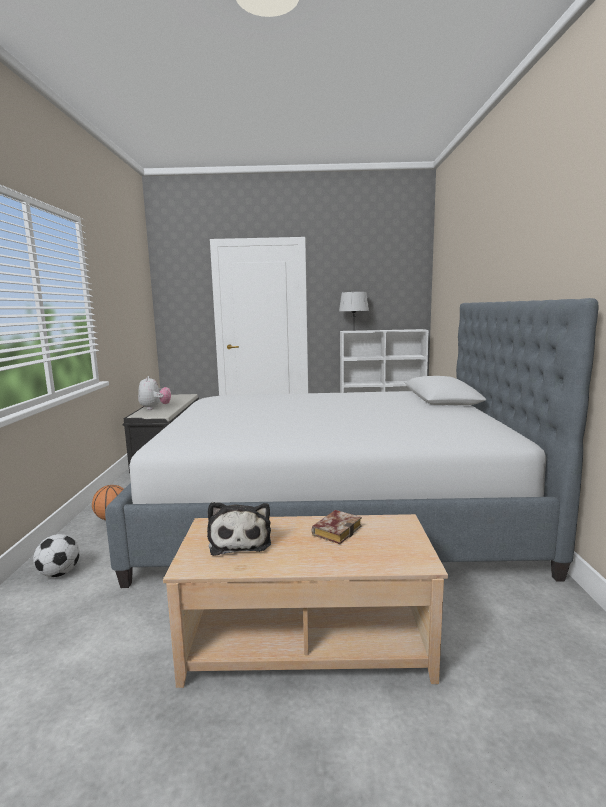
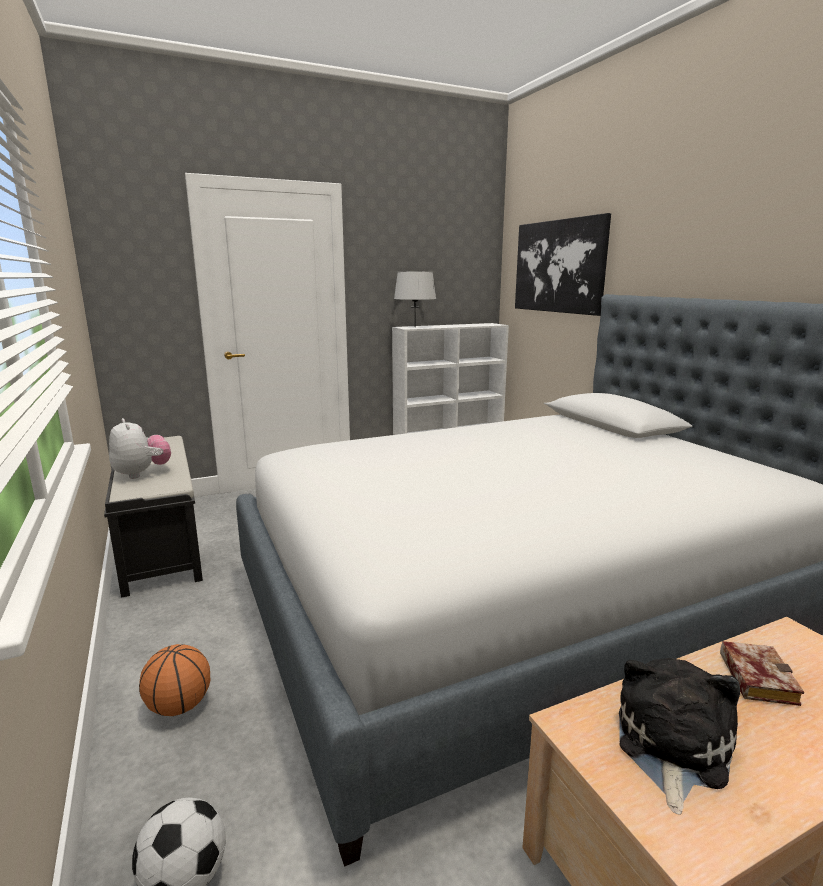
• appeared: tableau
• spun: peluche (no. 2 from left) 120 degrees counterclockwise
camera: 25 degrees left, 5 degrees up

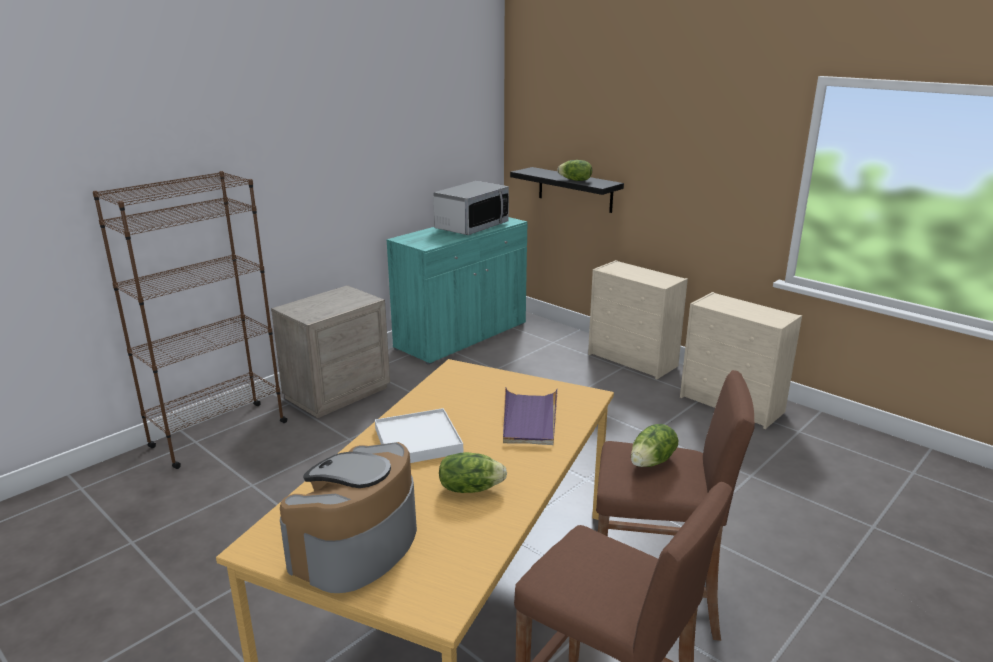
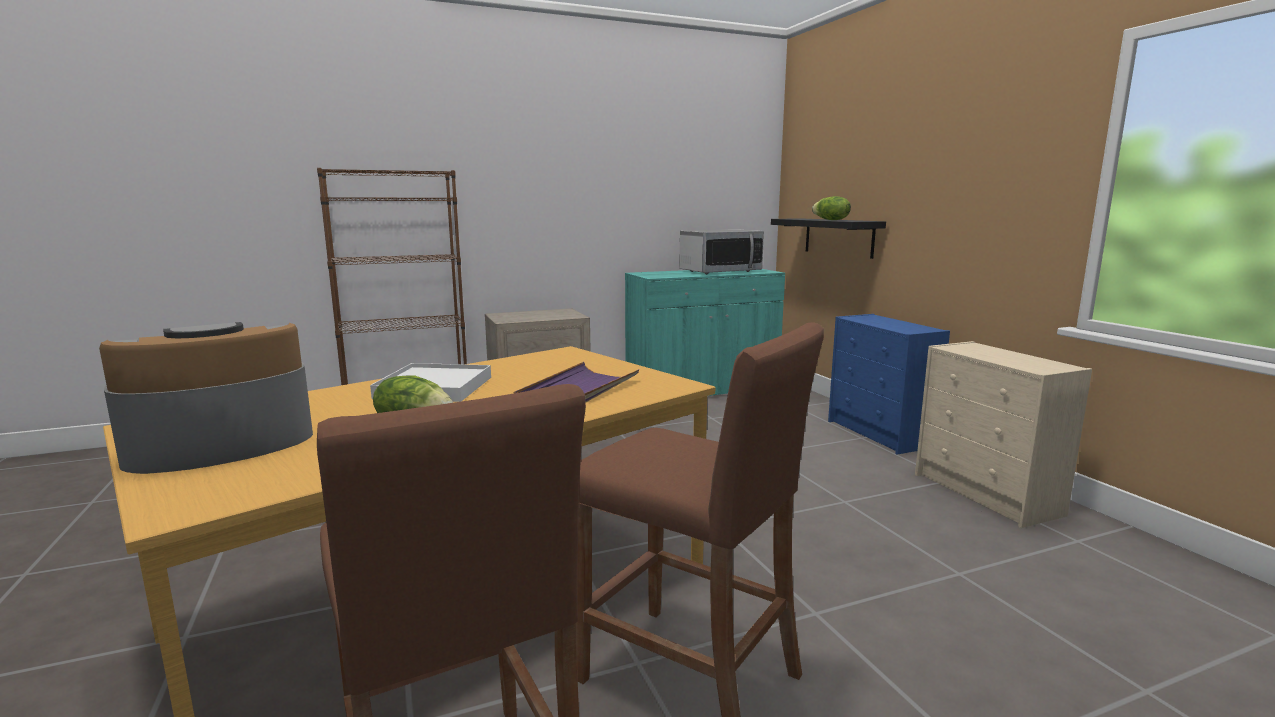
• colour: commode/beige (no. 1 from left) to commode/bleu
• missing: laitue (no. 3 from left)
camera: 25 degrees right, 10 degrees down

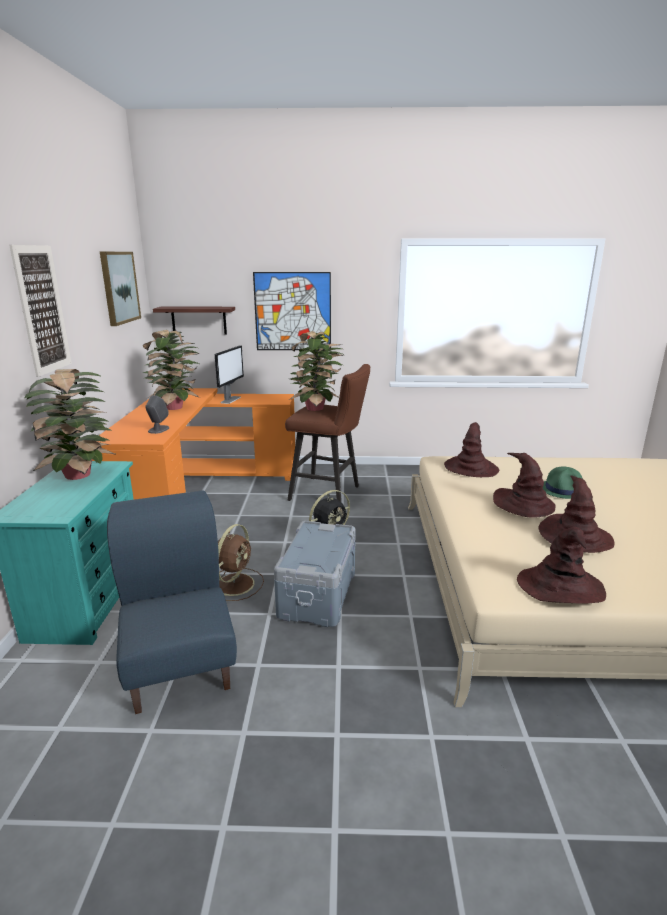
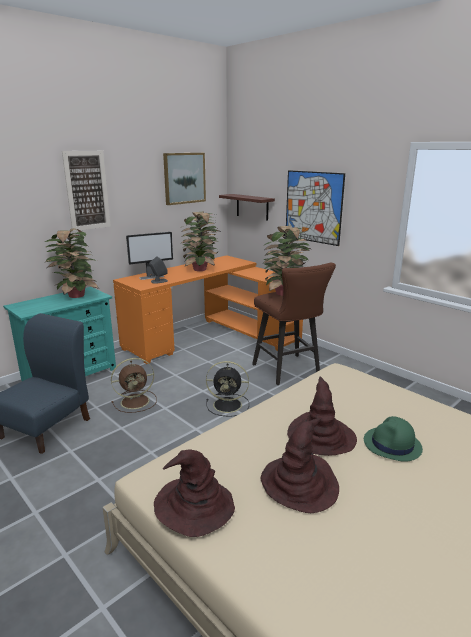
• relocated: écran d'ordinateur
• missing: boîte de rangement/gris
• missing: chapeau/marron (no. 1 from left)
camera: 45 degrees right, 0 degrees up

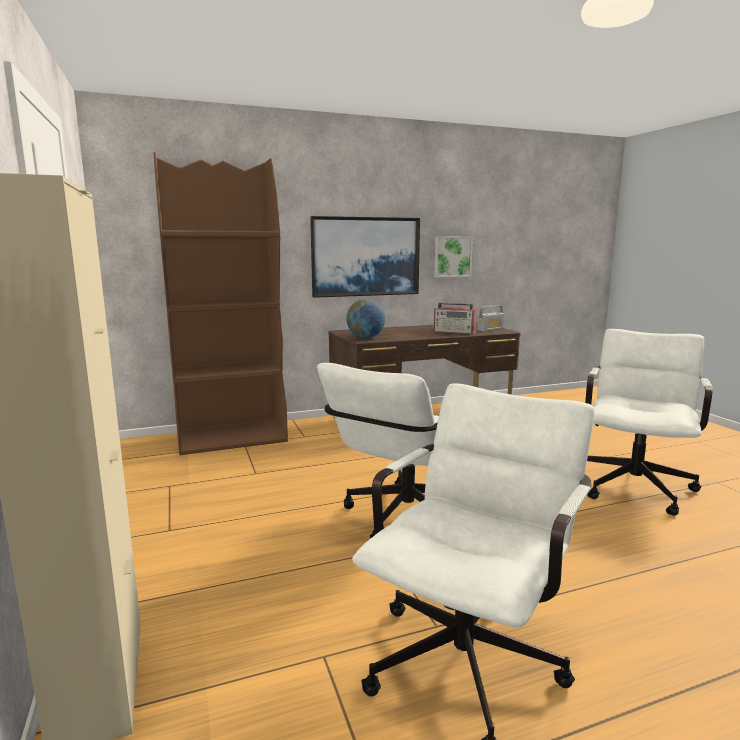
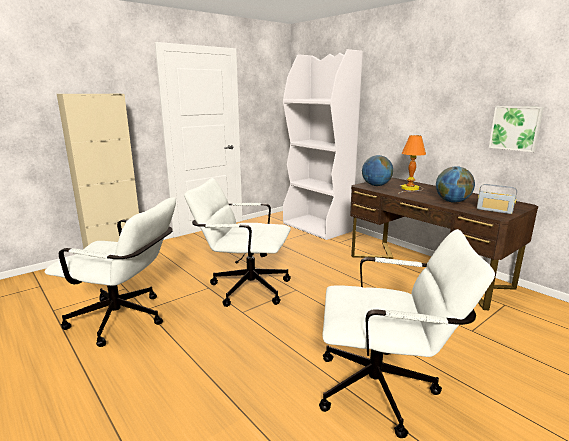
• colour: bibliothèque/marron to bibliothèque/blanc
• appeared: lampe de table
• exchanged: radio (no. 1 from left) to globe (no. 2 from left)
• missing: tableau (no. 1 from left)
camera: 70 degrees right, 5 degrees up

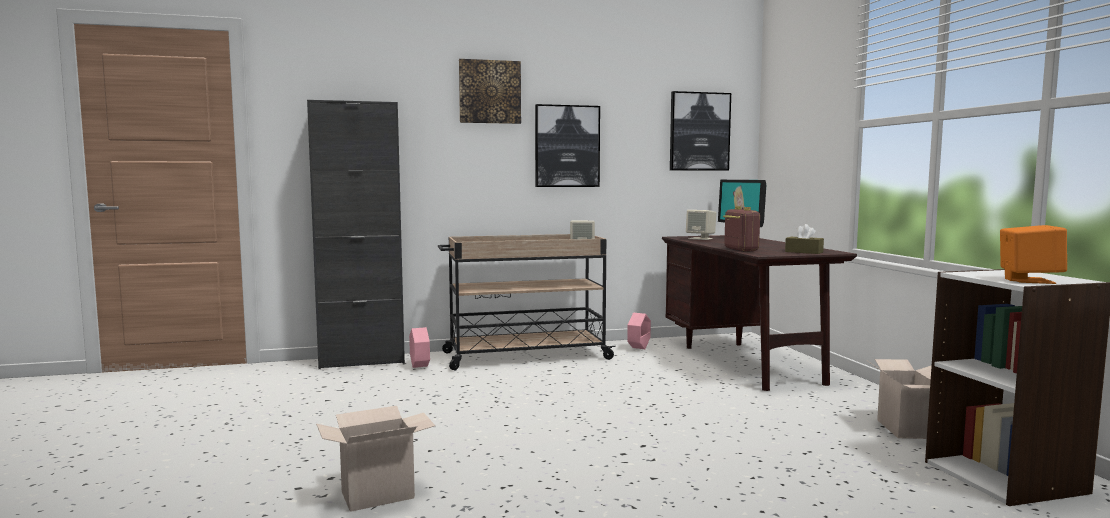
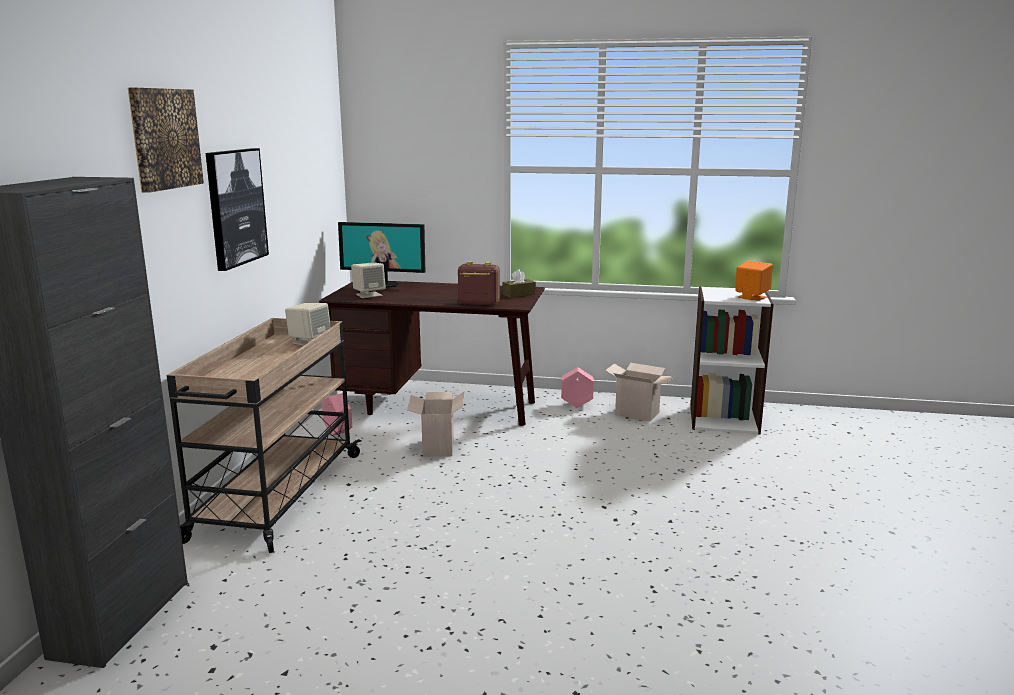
• relocated: carton (no. 1 from left)
• relocated: cache-pot/rose (no. 1 from left in the first image) to cache-pot/rose (no. 2 from left)
• missing: tableau (no. 3 from left)
camera: 65 degrees left, 10 degrees up

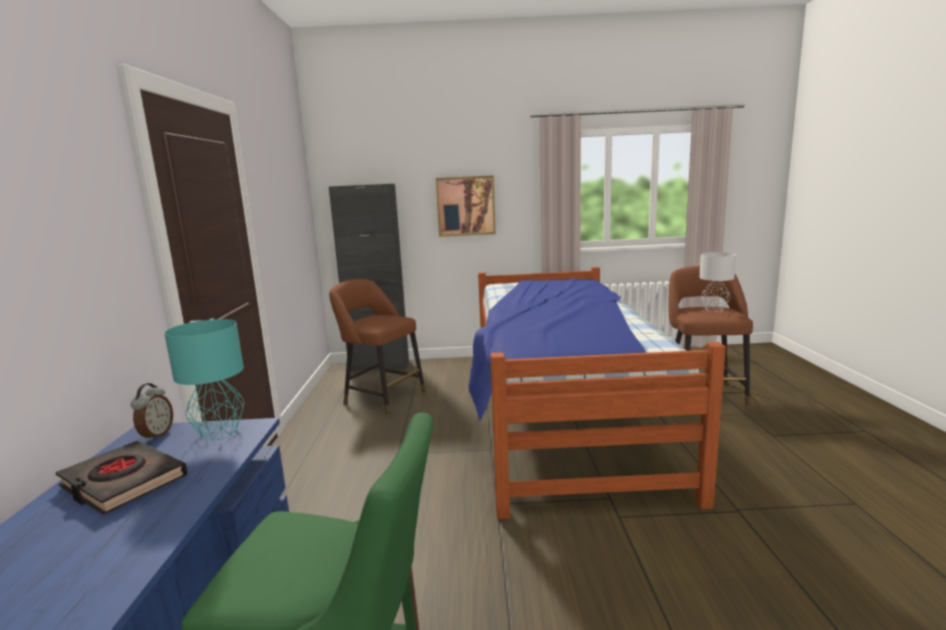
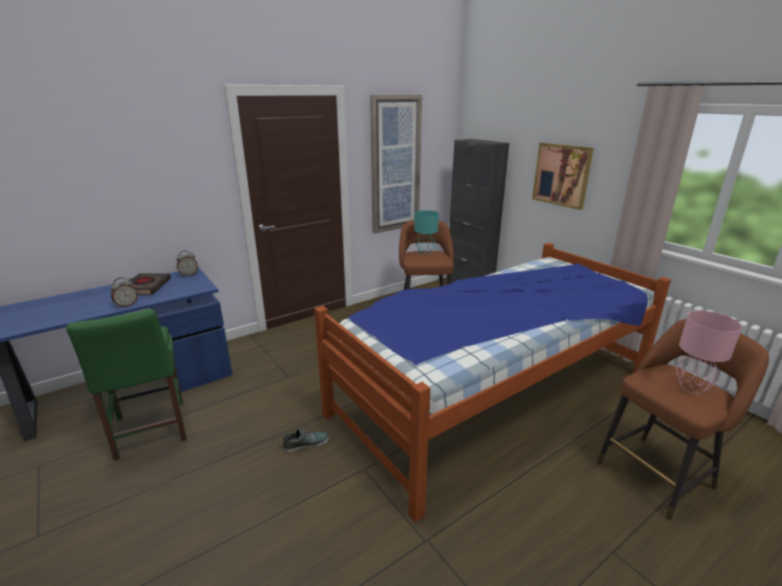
• appeared: réveil (no. 1 from left)
• appeared: chaussure
• appeared: tableau (no. 1 from left)
• relocated: lampe de table/turquoise
• colour: lampe de table/gris to lampe de table/rose
camera: 55 degrees right, 10 degrees up

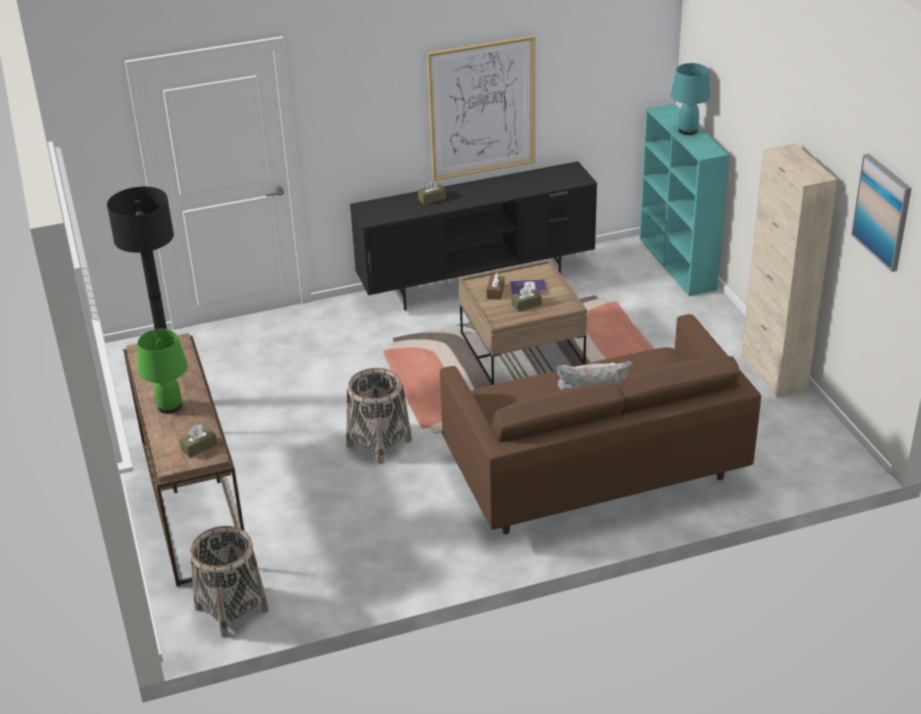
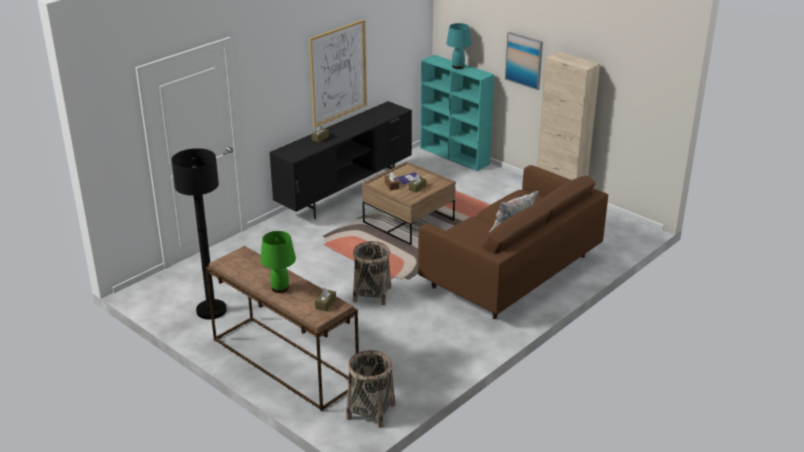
• relocated: tableau (no. 2 from left)
camera: 30 degrees left, 5 degrees down

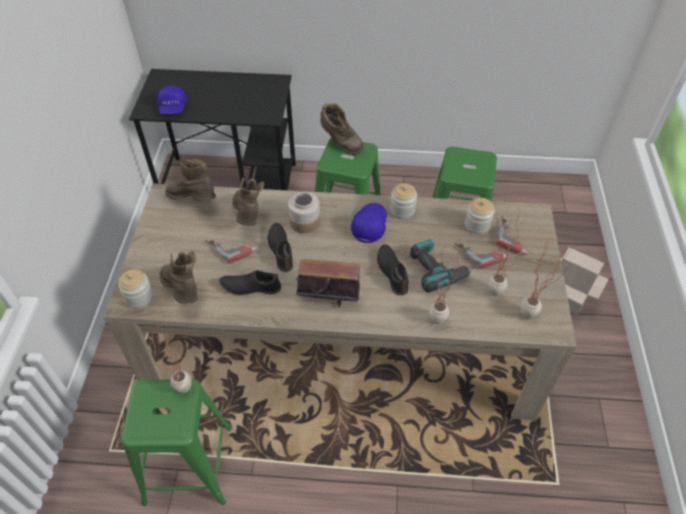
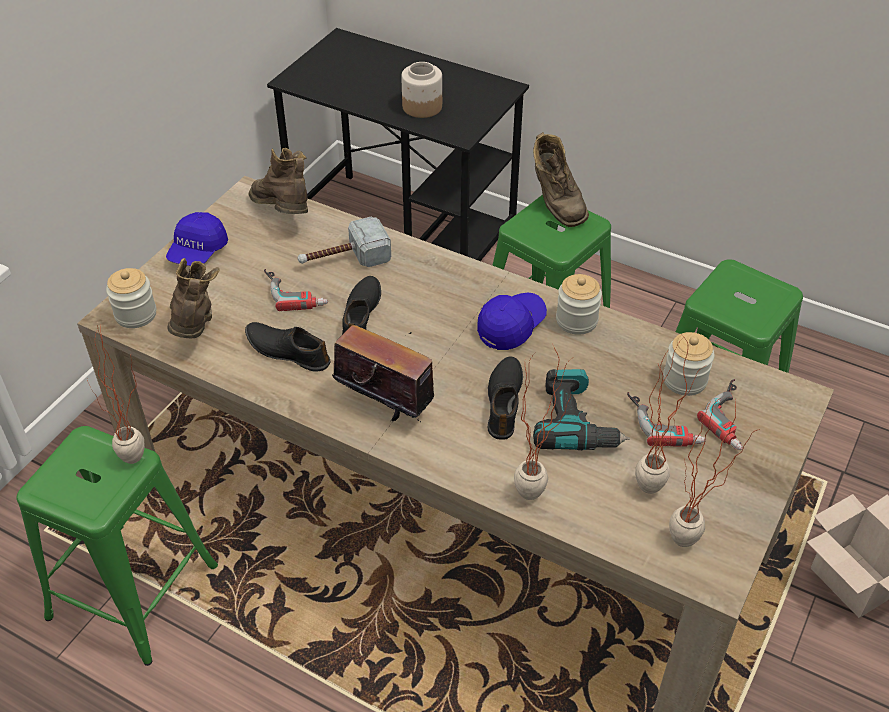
• relocated: casquette/bleu (no. 1 from left)
• exchanged: botte/marron (no. 3 from left) to marteau
• relocated: bocal (no. 2 from left)
camera: 25 degrees right, 5 degrees down

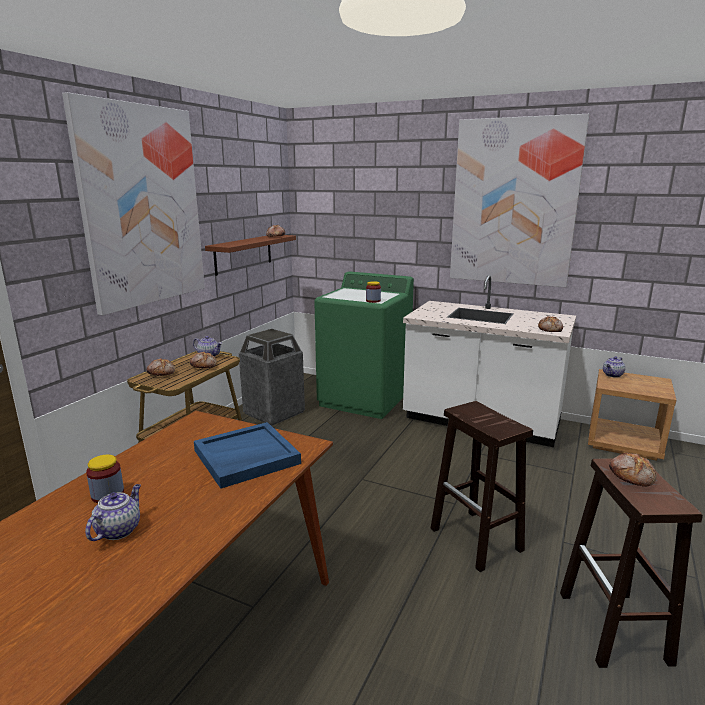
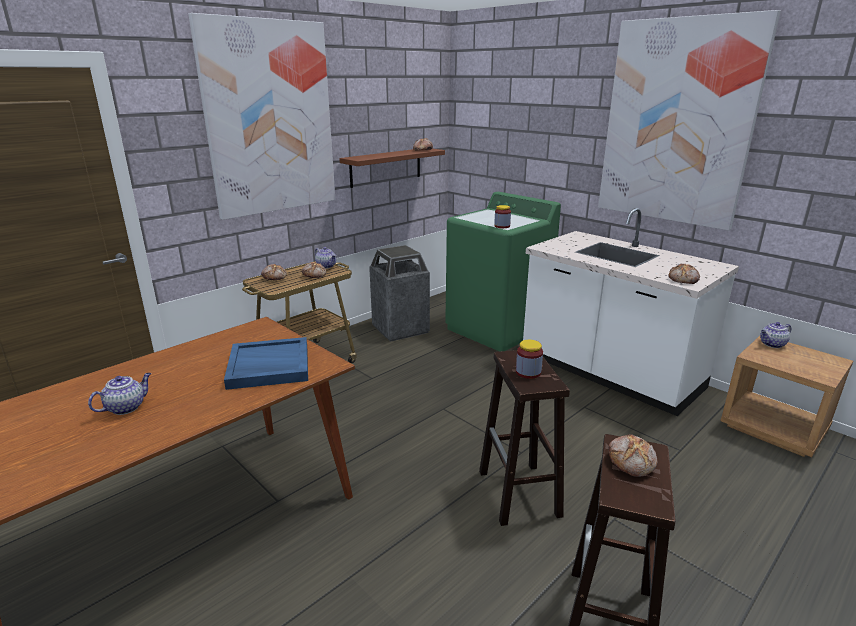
• relocated: bocal (no. 1 from left in the first image) to bocal (no. 2 from left)
camera: 20 degrees right, 5 degrees up

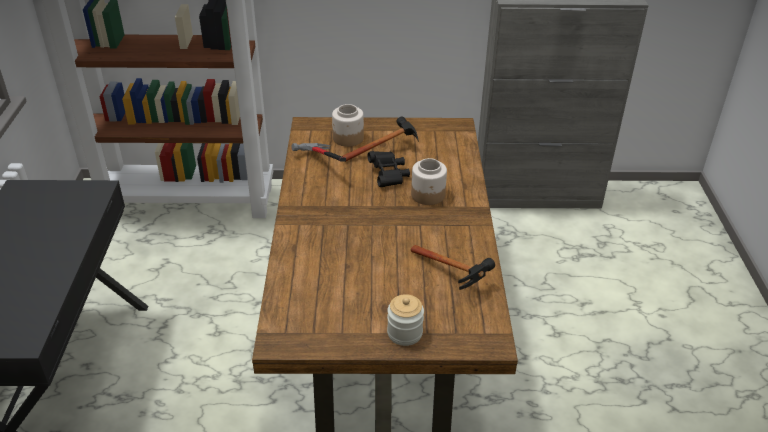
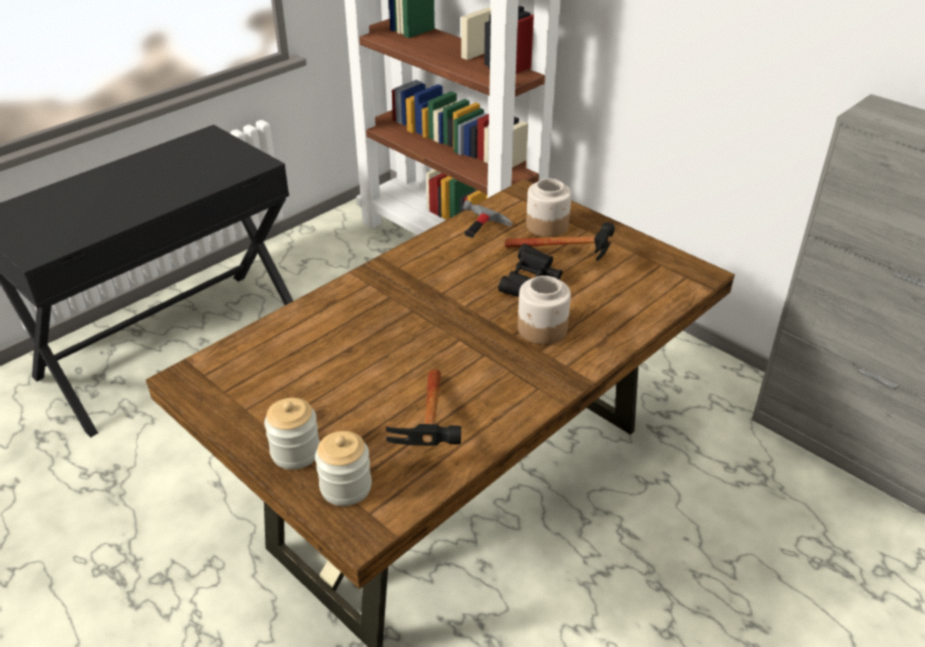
• appeared: bocal (no. 2 from left)
camera: 45 degrees right, 0 degrees up

